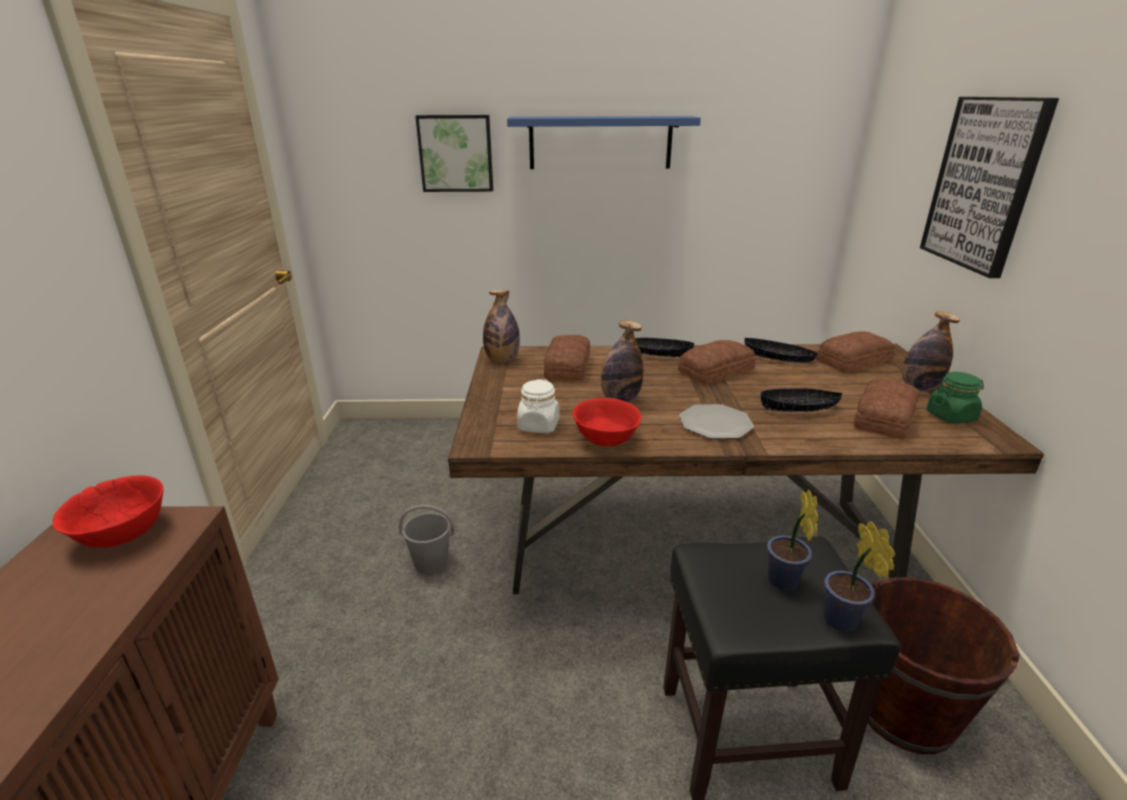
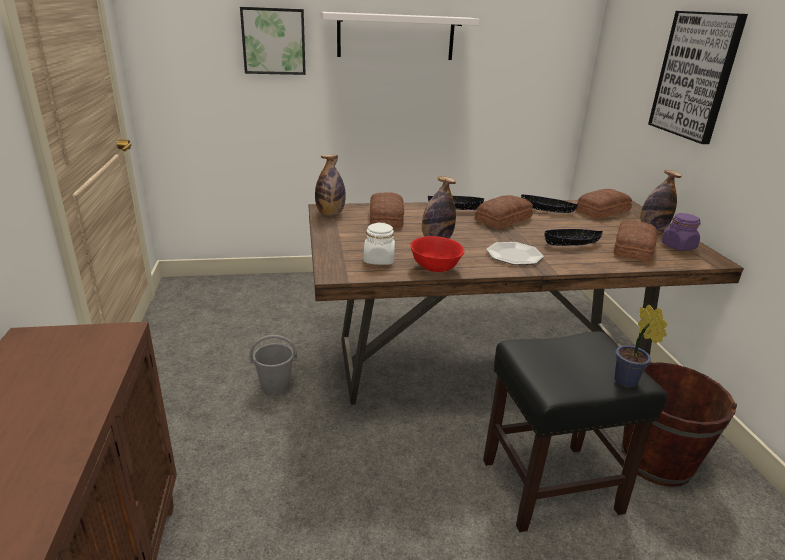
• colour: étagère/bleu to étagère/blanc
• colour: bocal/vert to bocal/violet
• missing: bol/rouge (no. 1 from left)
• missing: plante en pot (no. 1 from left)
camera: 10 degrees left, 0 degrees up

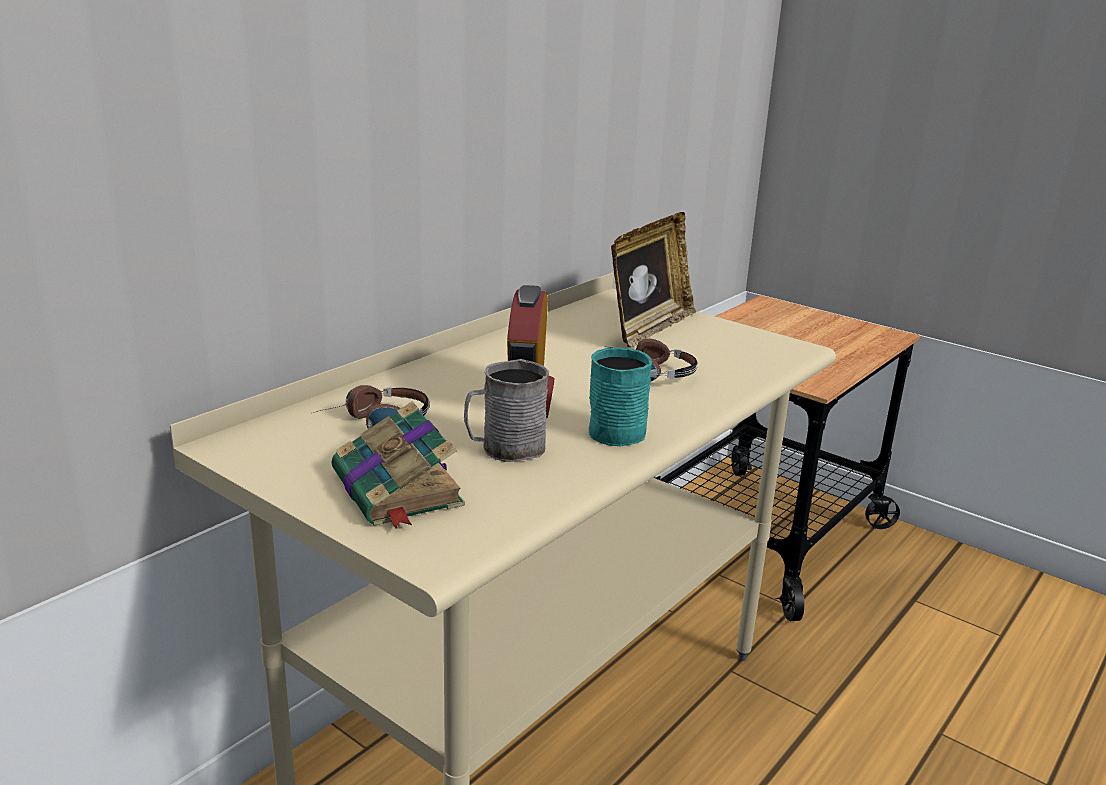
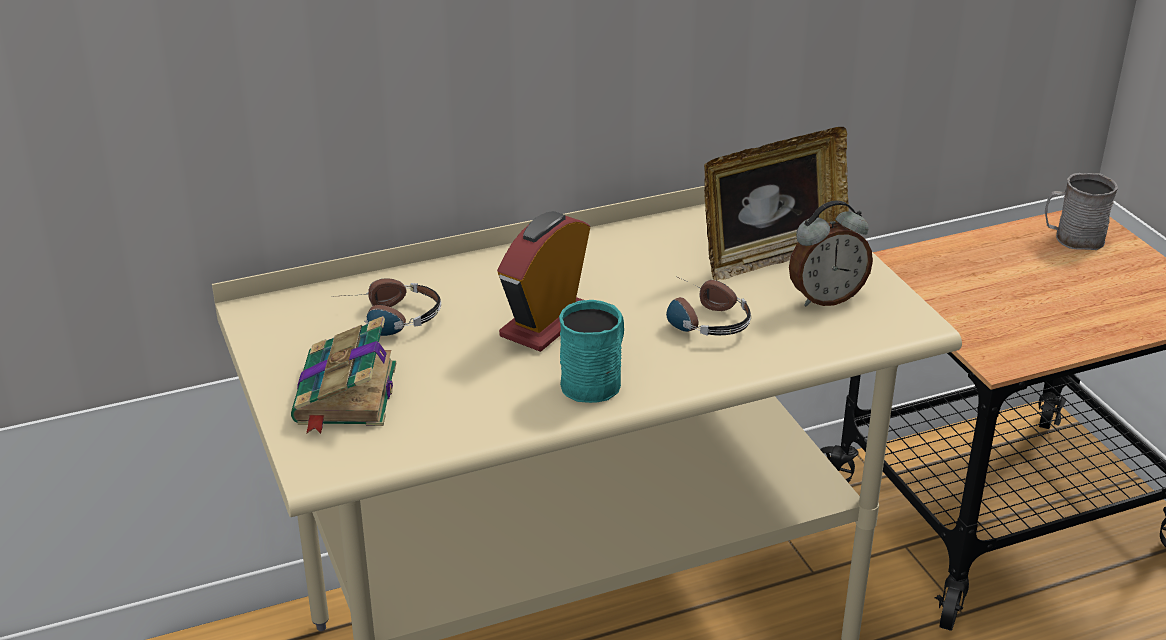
• appeared: réveil (no. 2 from left)
• relocated: mug/gris
camera: 30 degrees right, 10 degrees up

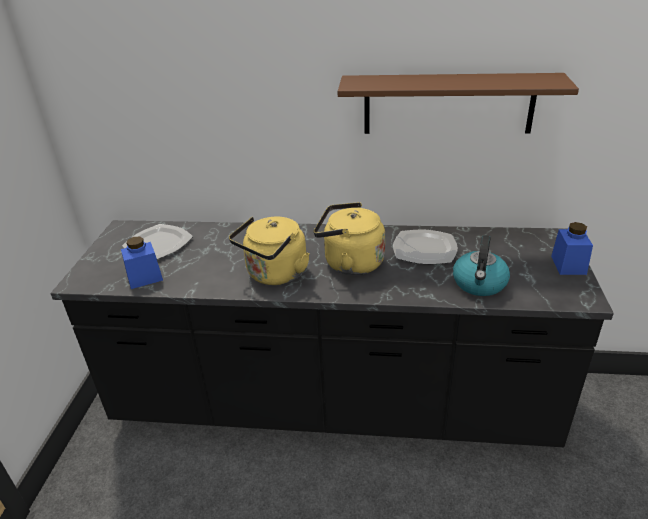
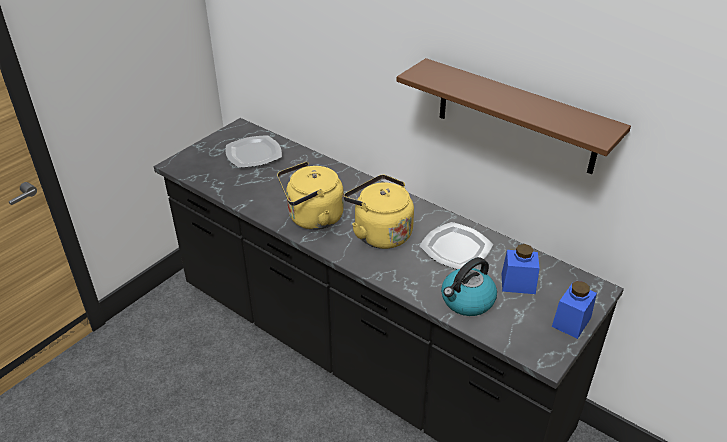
• relocated: bocal/bleu (no. 1 from left)
camera: 30 degrees right, 5 degrees up

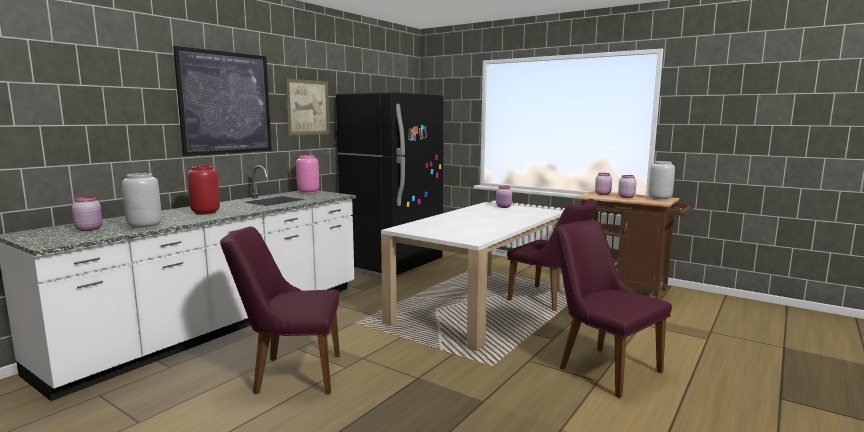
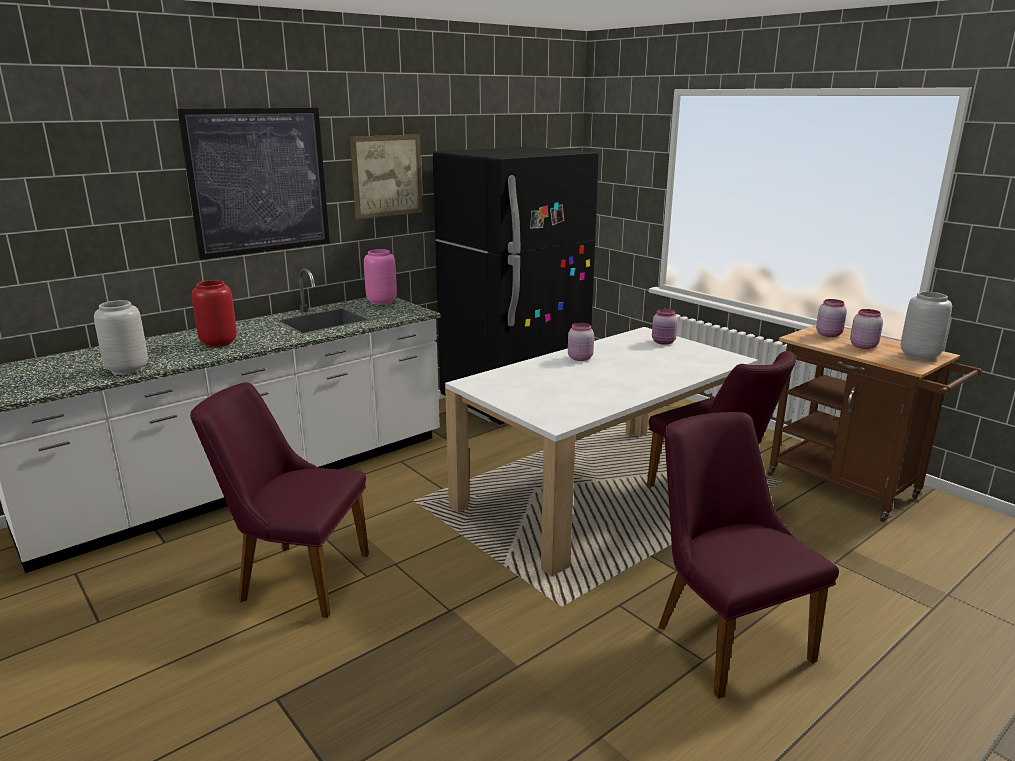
• relocated: bocal/rose (no. 1 from left)
camera: 15 degrees right, 10 degrees up

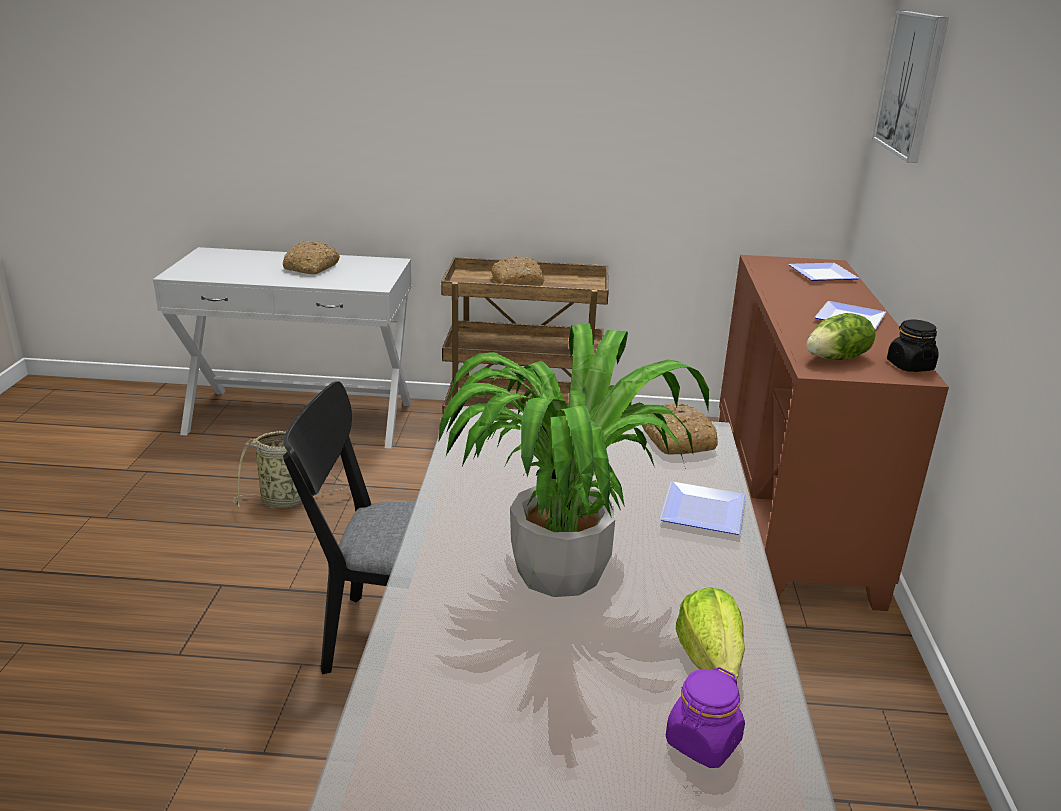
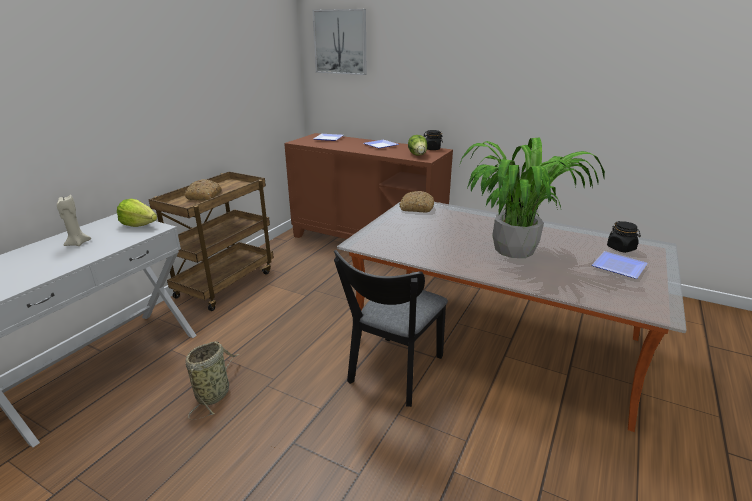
• exchanged: pain (no. 1 from left) to bougie/beige
• relocated: laitue (no. 1 from left)
• relocated: assiette (no. 1 from left in the first image) to assiette (no. 3 from left)
• colour: bocal/violet to bocal/noir (no. 2 from left)
camera: 65 degrees left, 0 degrees up

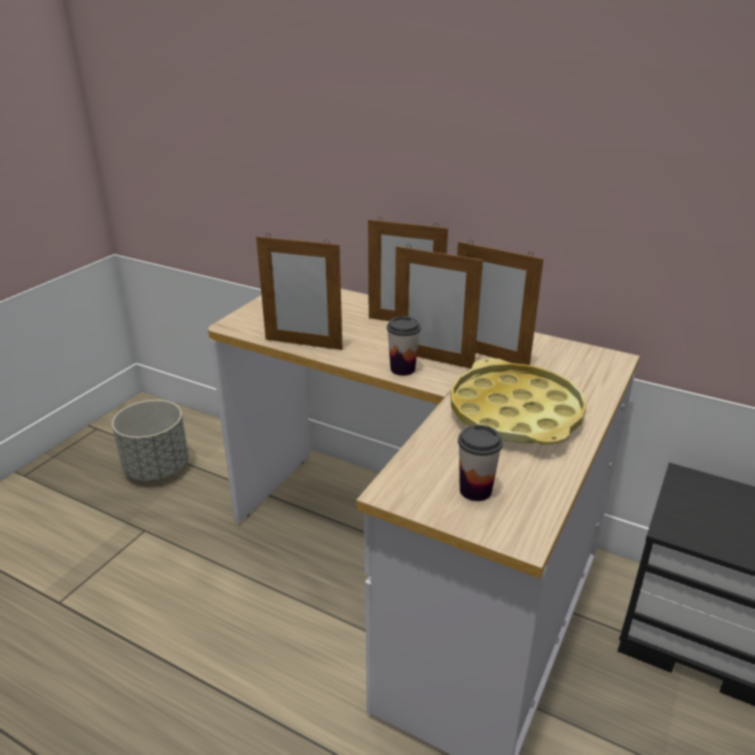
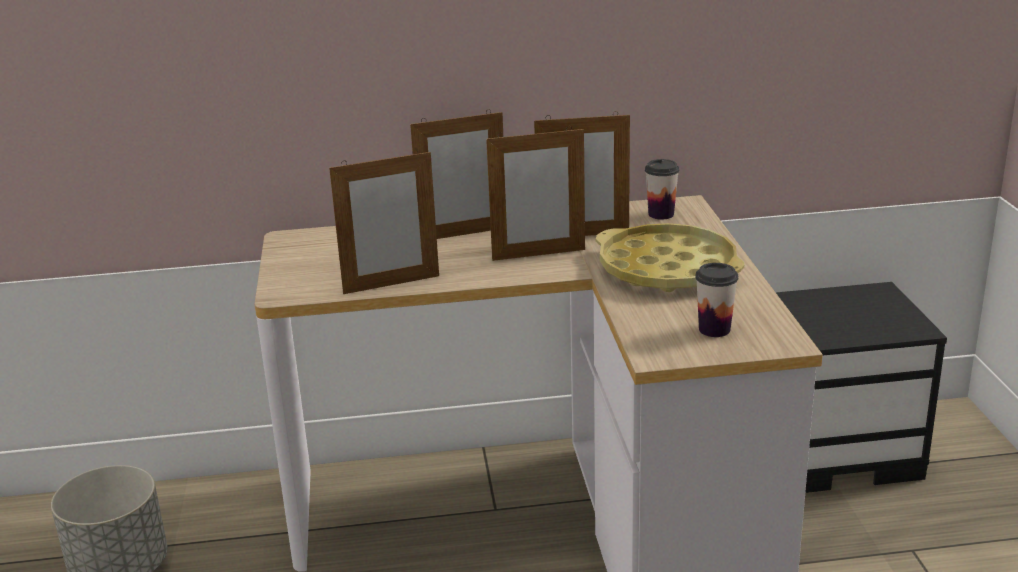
• relocated: tasse (no. 1 from left)
camera: 35 degrees left, 5 degrees down

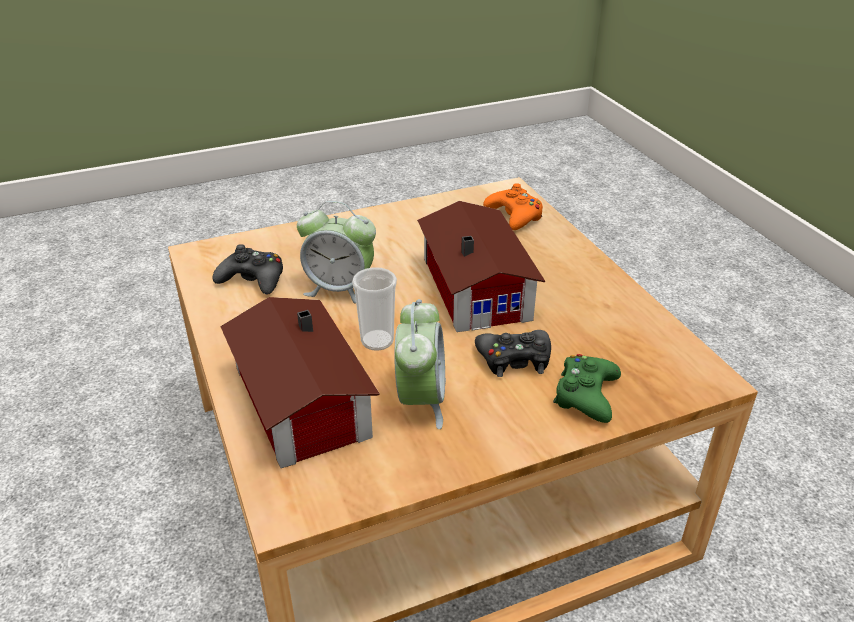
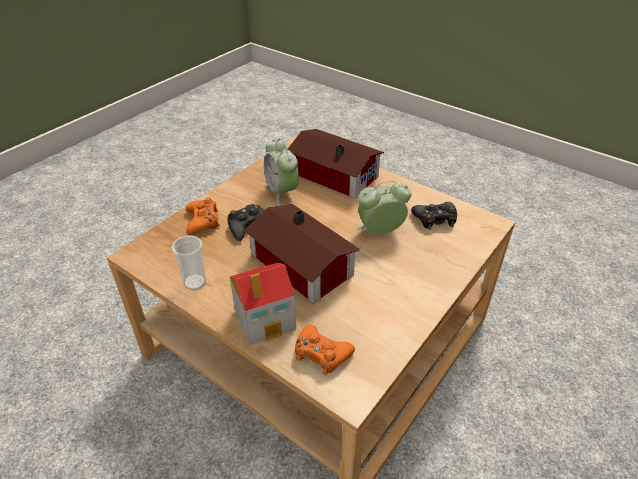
• relocated: tasse
• colour: manette/vert to manette/orange (no. 1 from left)
• appeared: maison miniature (no. 1 from left)
camera: 150 degrees right, 5 degrees up

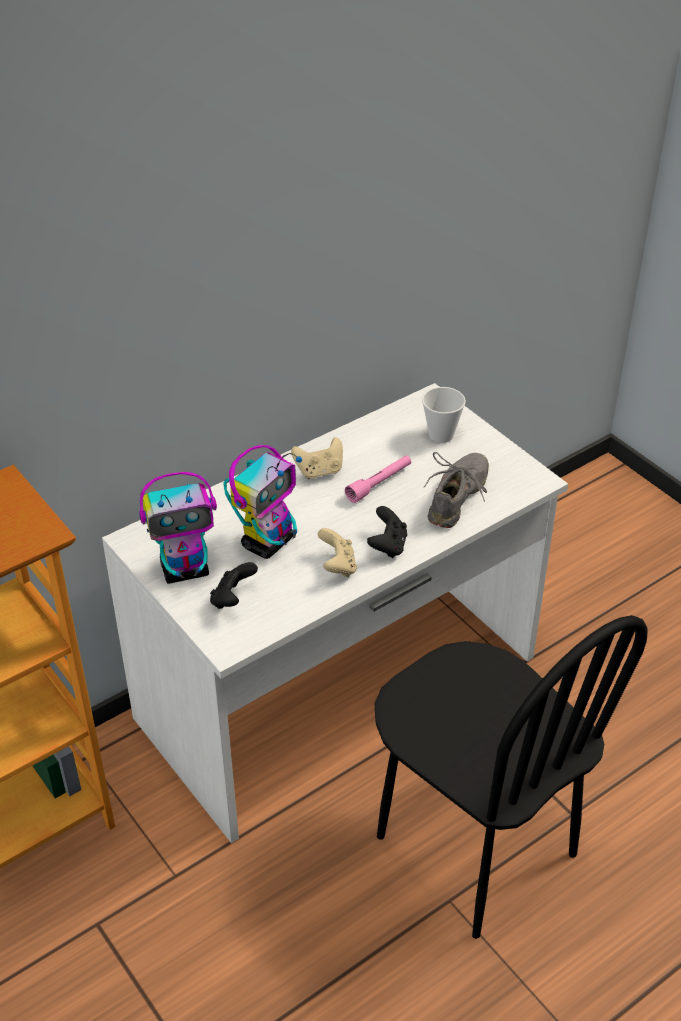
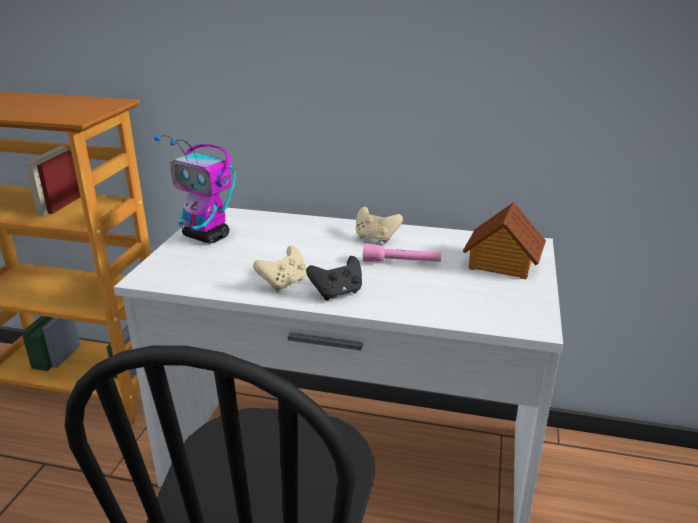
• exchanged: tasse to maison miniature
• missing: manette/noir (no. 1 from left)
• missing: robot jouet (no. 2 from left)
• missing: chaussure/gris
camera: 50 degrees right, 15 degrees down

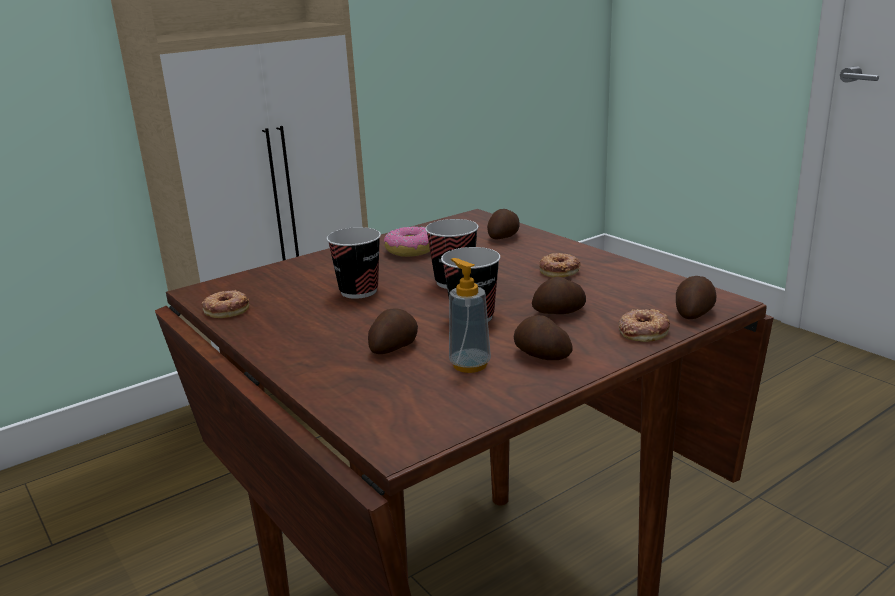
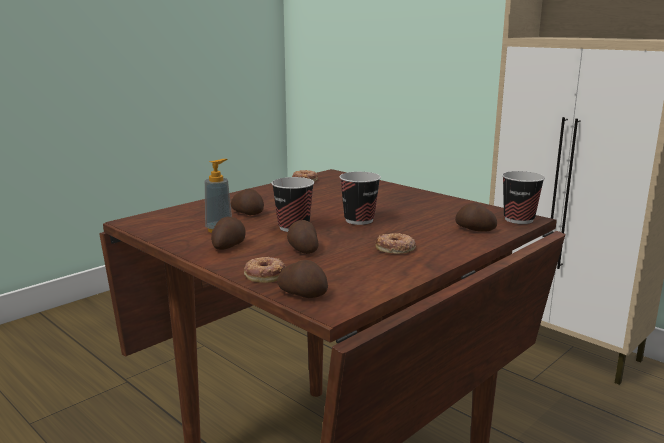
• relocated: tasse (no. 1 from left in the first image) to tasse (no. 3 from left)
• missing: beignet (no. 2 from left)
camera: 80 degrees right, 5 degrees down

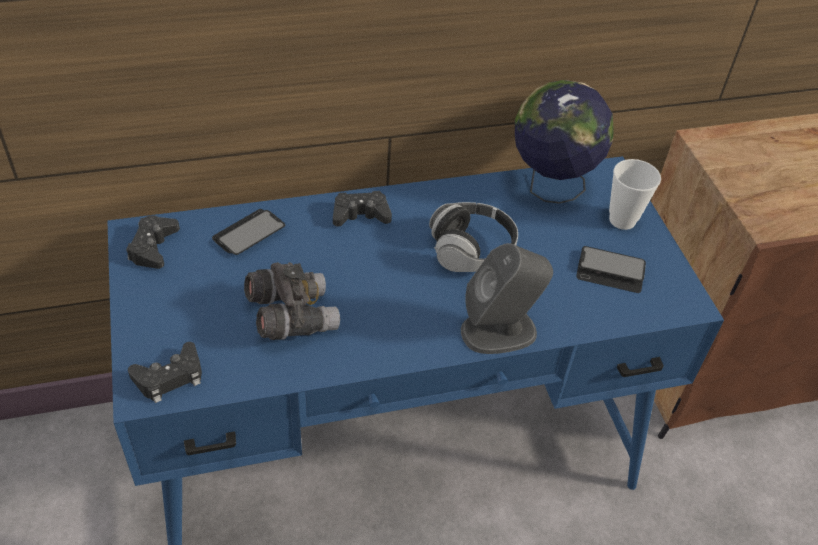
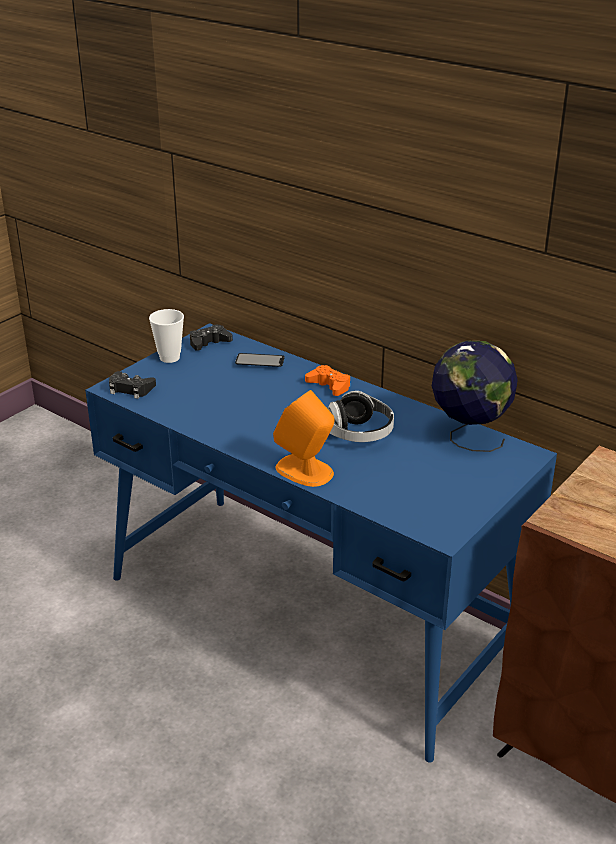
• relocated: tasse
• colour: enceinte/gris to enceinte/orange
• colour: manette/noir (no. 3 from left) to manette/orange
• missing: jumelles/gris
• missing: téléphone (no. 2 from left)
camera: 55 degrees right, 15 degrees down

